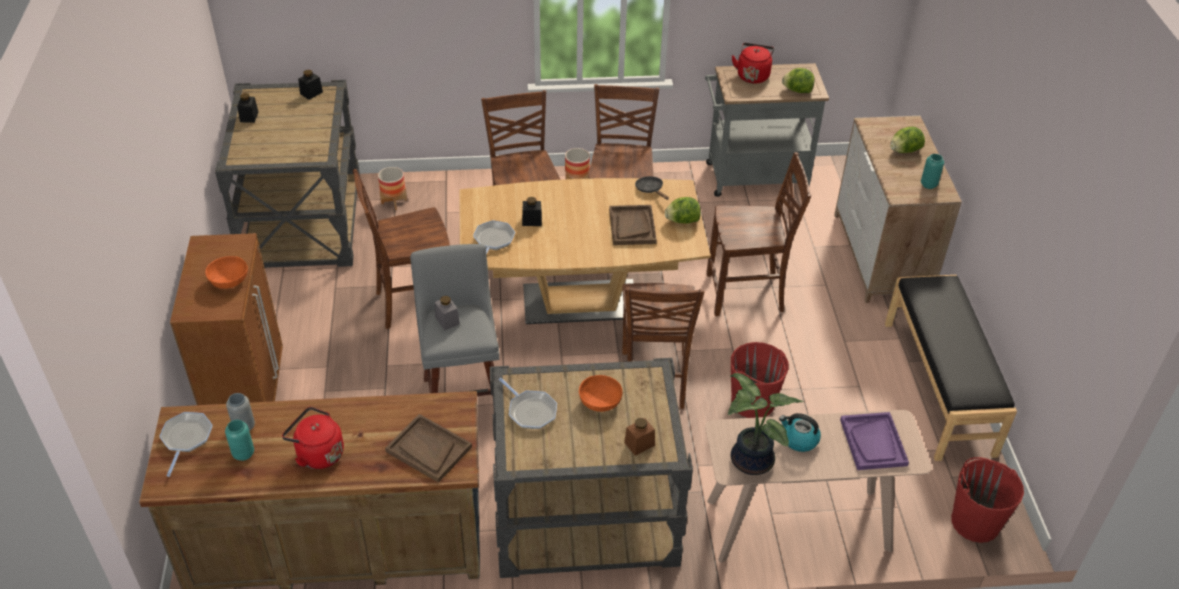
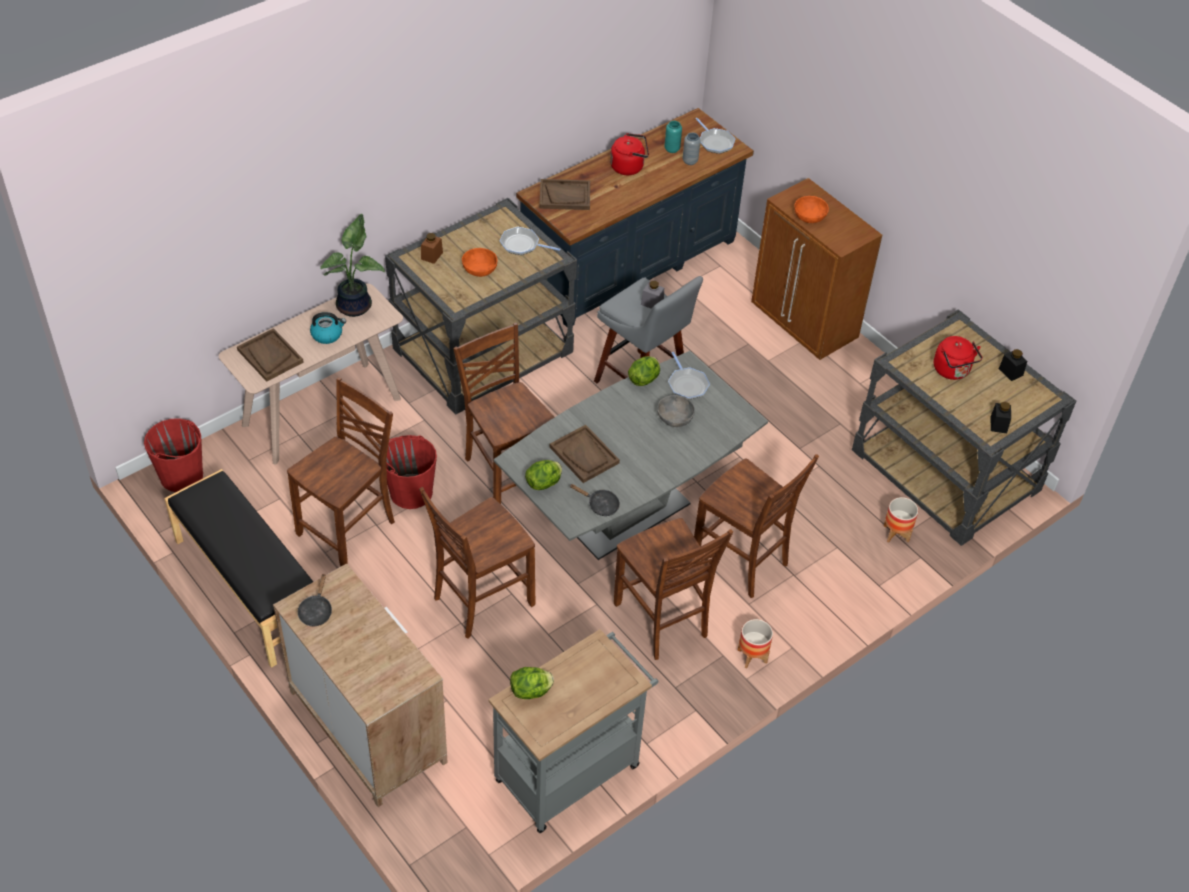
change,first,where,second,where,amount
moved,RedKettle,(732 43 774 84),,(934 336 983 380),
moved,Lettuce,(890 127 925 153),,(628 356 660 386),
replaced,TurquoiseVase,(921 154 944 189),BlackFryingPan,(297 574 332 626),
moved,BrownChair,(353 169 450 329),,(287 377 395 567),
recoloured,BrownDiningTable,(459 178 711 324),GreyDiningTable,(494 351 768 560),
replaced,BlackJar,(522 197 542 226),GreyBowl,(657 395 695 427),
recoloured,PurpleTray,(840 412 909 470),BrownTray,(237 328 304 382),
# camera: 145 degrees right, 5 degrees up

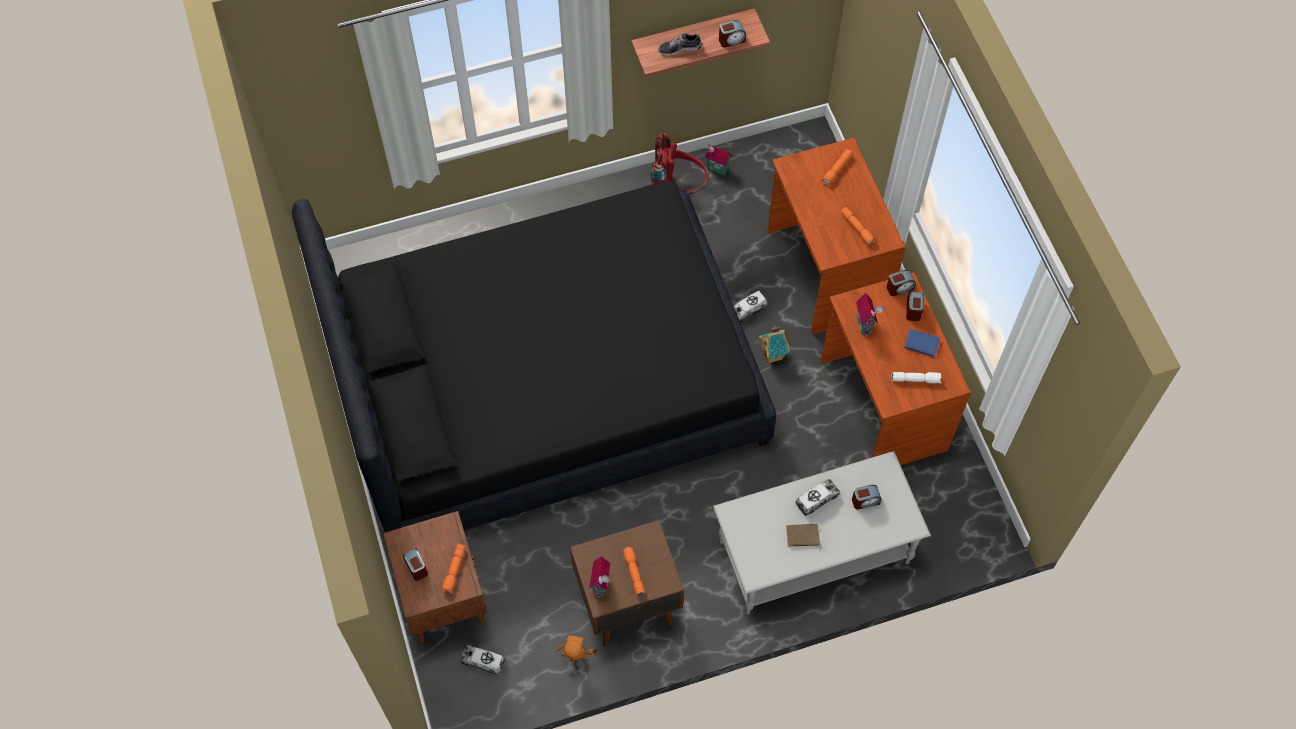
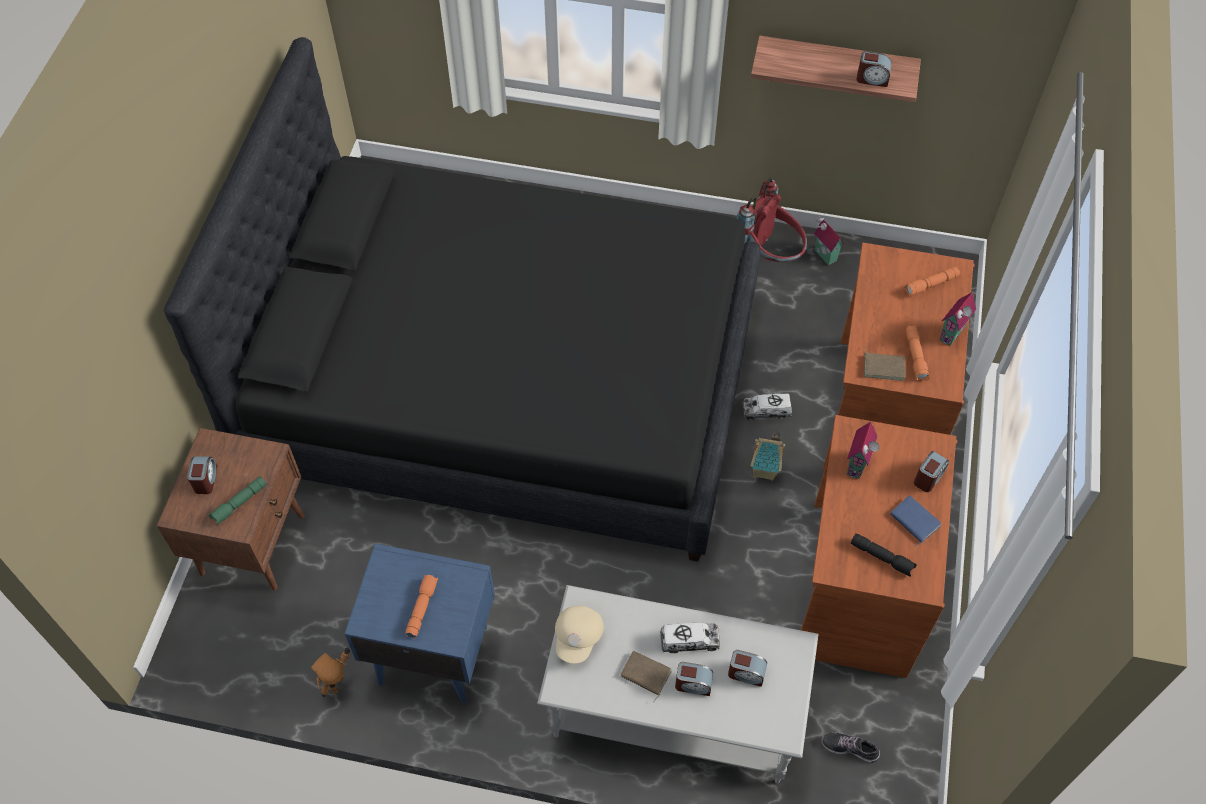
change,first,where,second,where,amount
moved,Shoe,(658 33 701 56),,(821 733 880 763),
moved,AlarmClock,(886 270 916 296),,(675 662 713 696),
recoloured,WhiteFlashlight,(892 372 942 383),BlackFlashlight,(851 533 917 577),
recoloured,BrownNightstand,(570 520 684 647),BlueNightstand,(345 543 495 703),
recoloured,OrangeFlashlight,(441 544 466 594),GreenFlashlight,(209 476 267 525),
moved,ToyHouse,(589 556 610 598),,(940 292 976 346),
turned,ToyRobot,(556 635 598 662),,(311 646 350 697),90 degrees counterclockwise
removed,ToyTruck,(460 645 506 674),,,
added,,,BrownBook,(864 347 906 381),
added,,,BeigeCap,(555 606 604 663),
# camera: 30 degrees right, 5 degrees down

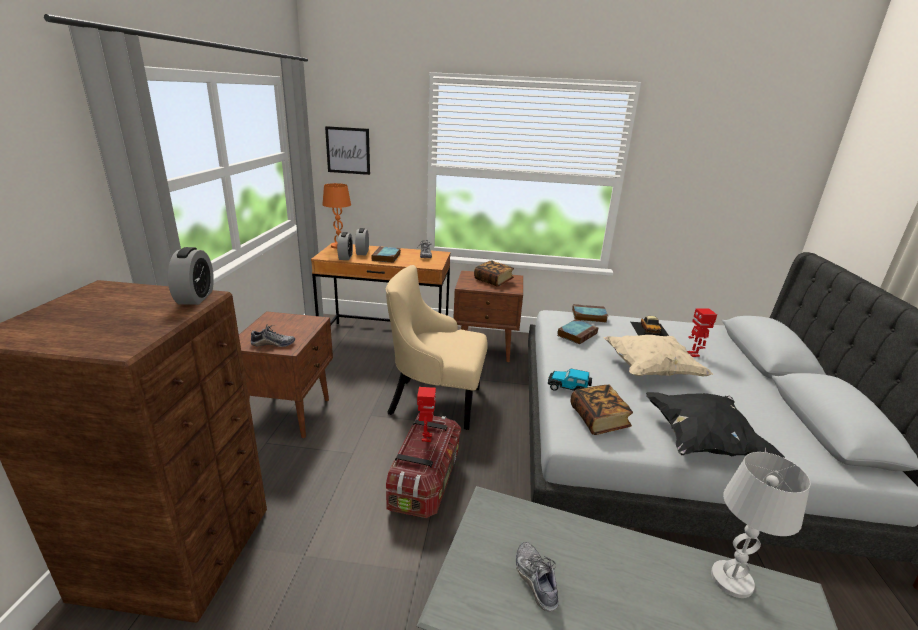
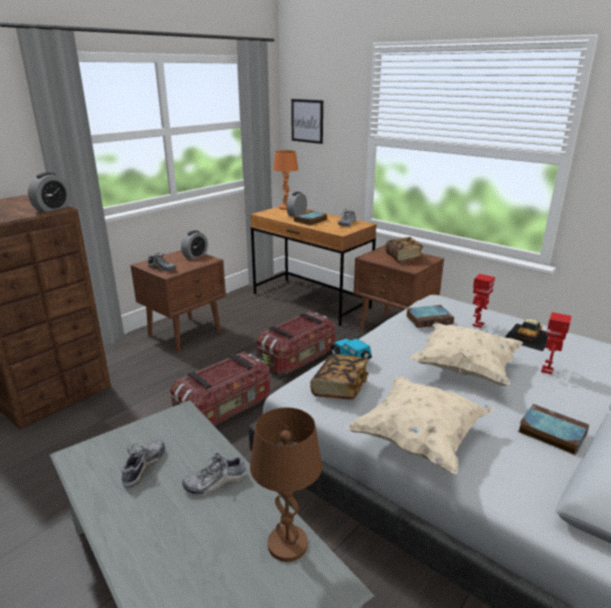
change,first,where,second,where,amount
moved,AlarmClock,(337 232 353 260),,(181 230 208 259),
replaced,BeigeChair,(386 265 487 430),StorageBox,(257 311 335 375),
moved,Book,(572 304 608 323),,(518 404 589 455),
moved,ToyRobot,(417 387 436 442),,(472 274 495 328),
recoloured,BlackPillow,(646 392 784 458),BeigePillow,(346 376 494 474),
recoloured,WhiteTableLamp,(711 452 811 598),BrownTableLamp,(250 407 322 562),
added,,,Shoe,(182 453 247 496),
# camera: 35 degrees right, 0 degrees up

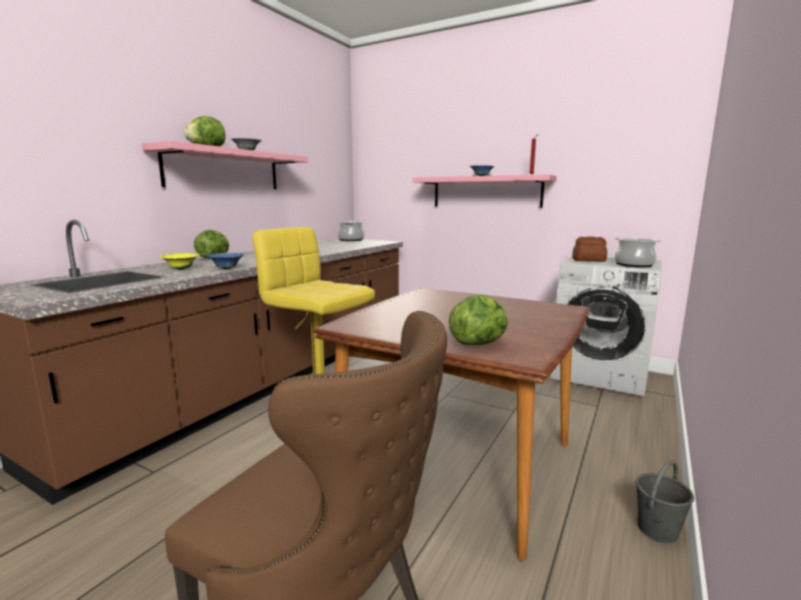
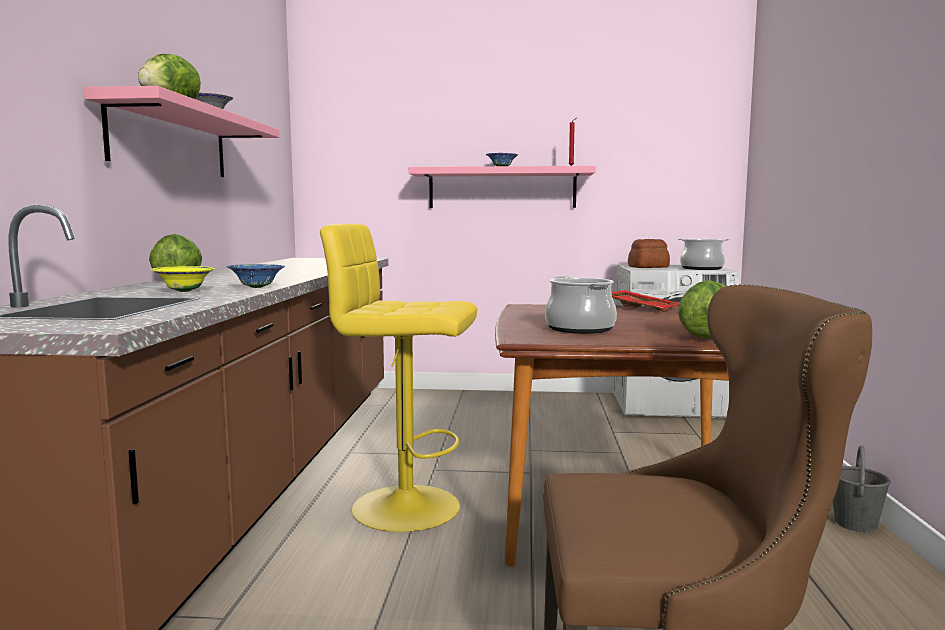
change,first,where,second,where,amount
moved,CookingPot,(338 221 364 241),,(545 276 617 334),
added,,,RedTray,(611 290 680 312),
# camera: 25 degrees left, 5 degrees down

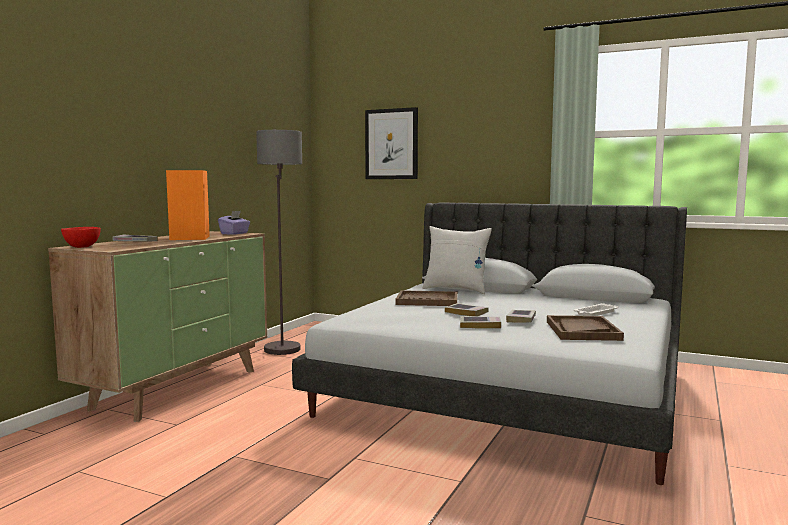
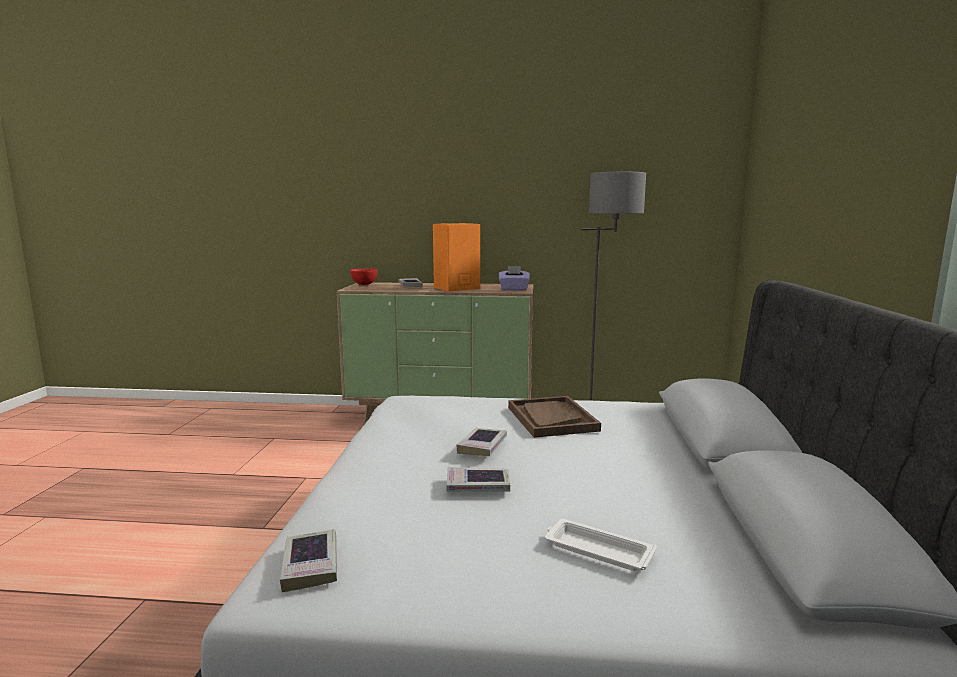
change,first,where,second,where,amount
removed,Picture,(365 107 418 179),,,
removed,GreyPillow,(422 226 492 294),,,
removed,BrownTray,(547 315 624 341),,,
moved,Book,(460 316 501 329),,(280 529 337 592),
# camera: 70 degrees right, 5 degrees up

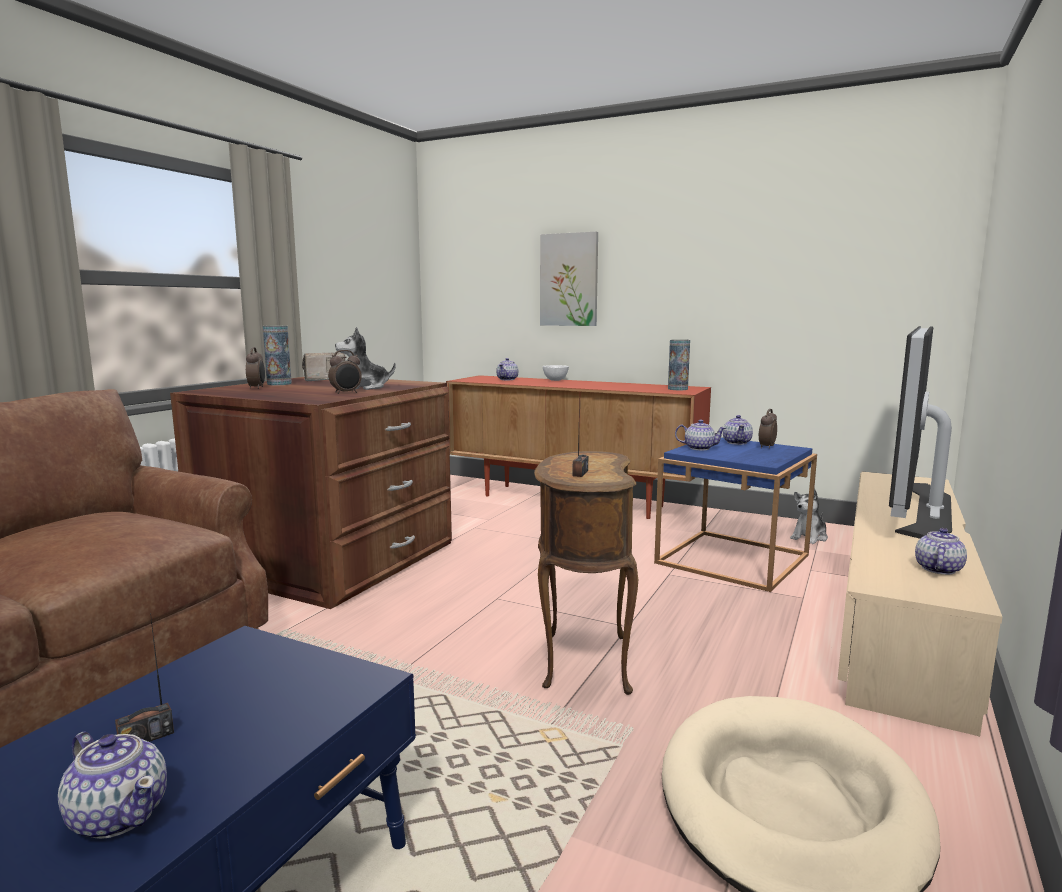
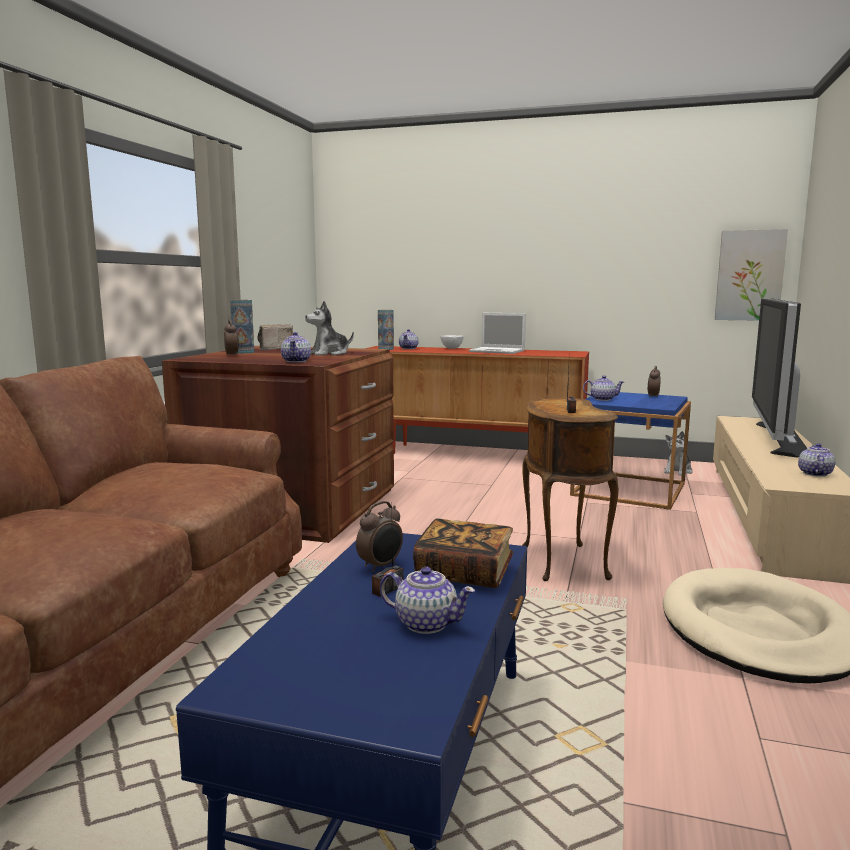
change,first,where,second,where,amount
moved,Picture,(540 232 598 326),,(715 229 788 321),
moved,Vase,(668 339 690 390),,(378 310 394 350),
moved,AlarmClock,(328 350 362 394),,(356 501 403 572),
moved,Teapot,(723 415 753 445),,(281 332 311 362),
added,,,Laptop,(469 313 526 354),
added,,,Book,(413 518 513 588),
# camera: 10 degrees left, 0 degrees up

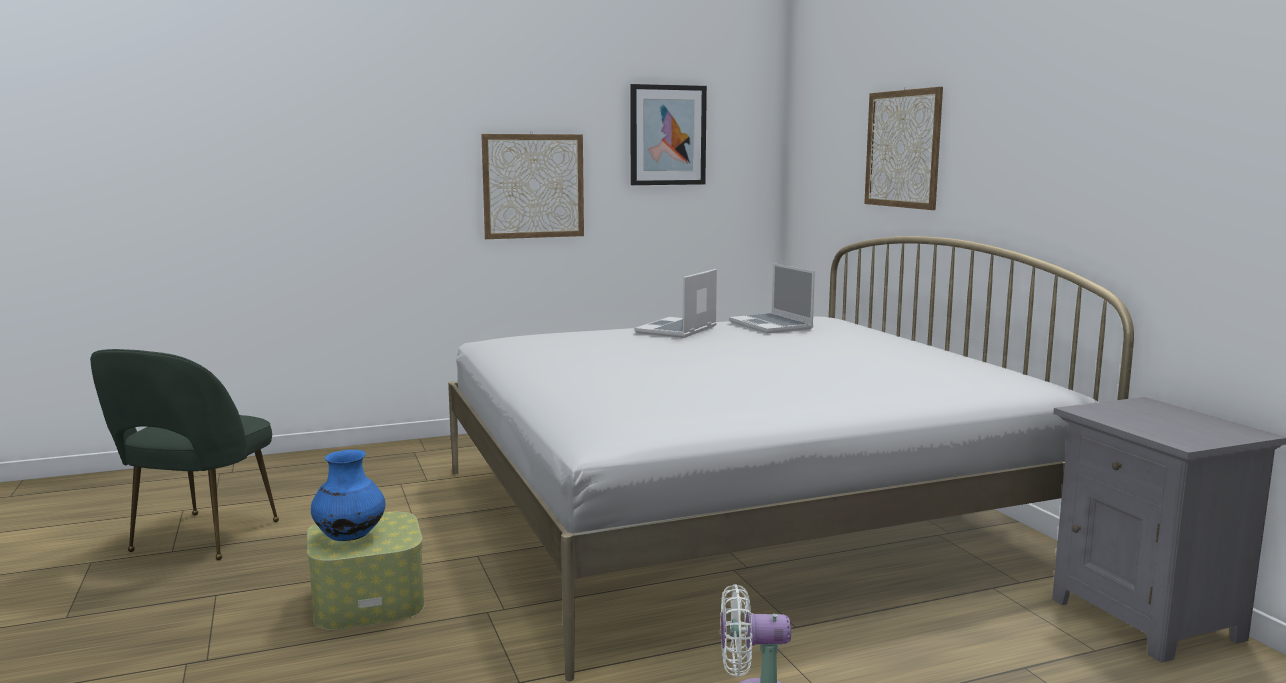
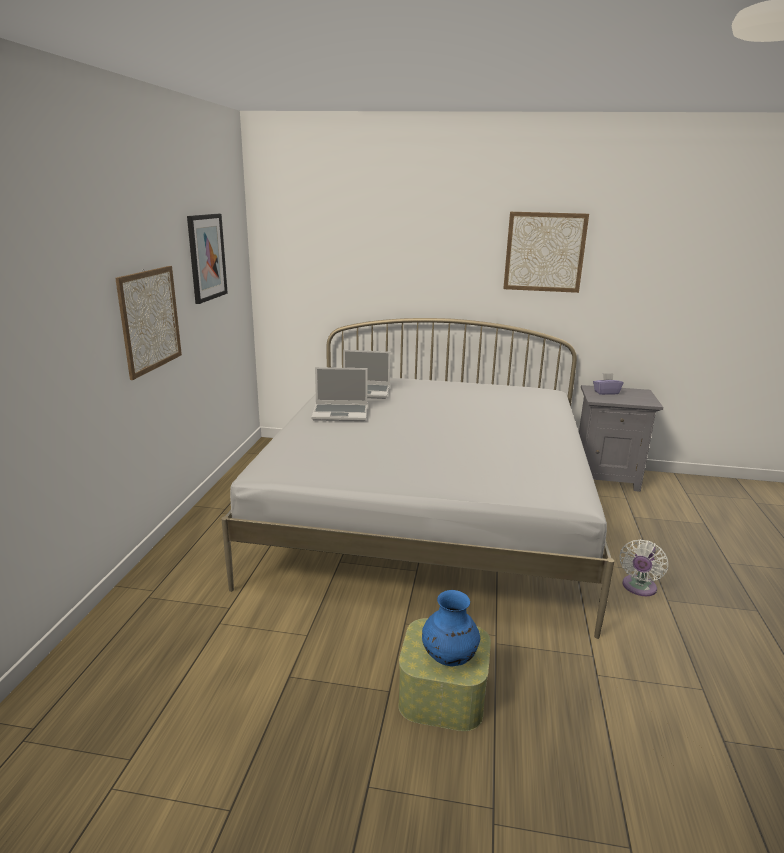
change,first,where,second,where,amount
moved,Picture,(864 87 943 210),,(503 210 589 293),
turned,Laptop,(635 269 717 338),,(312 367 368 421),60 degrees counterclockwise
removed,GreenChair,(90 349 279 560),,,
added,,,PurpleTissueBox,(593 373 623 395),
# camera: 60 degrees left, 10 degrees up

